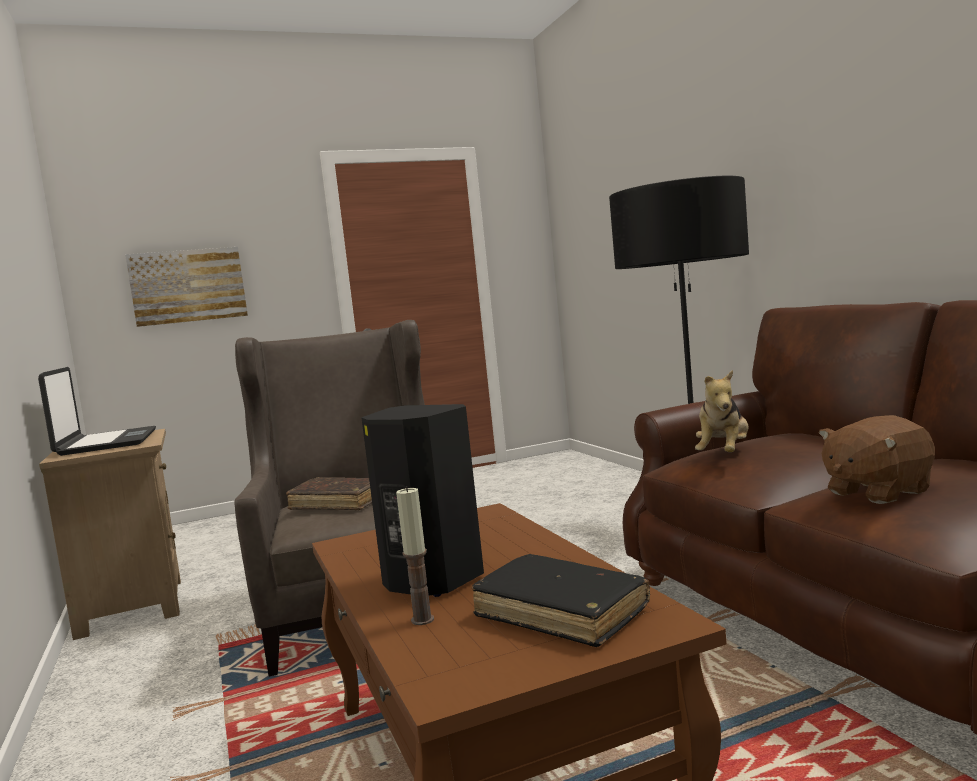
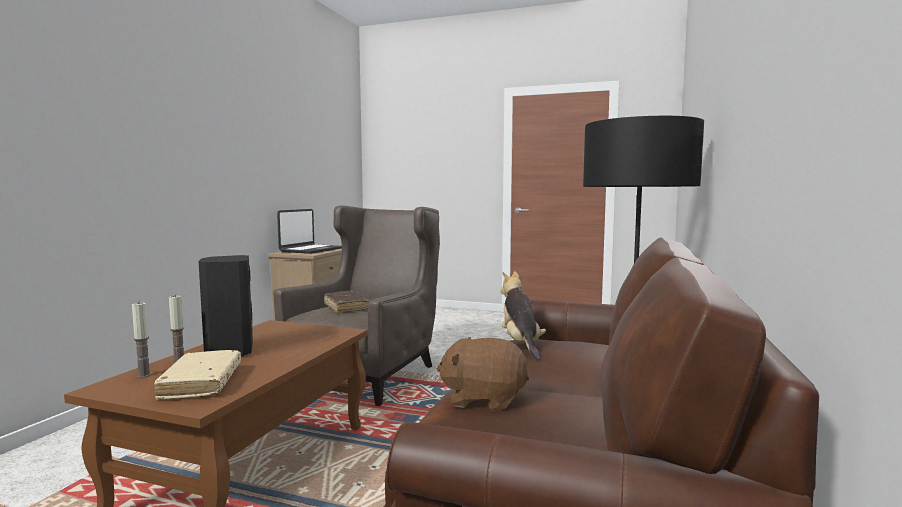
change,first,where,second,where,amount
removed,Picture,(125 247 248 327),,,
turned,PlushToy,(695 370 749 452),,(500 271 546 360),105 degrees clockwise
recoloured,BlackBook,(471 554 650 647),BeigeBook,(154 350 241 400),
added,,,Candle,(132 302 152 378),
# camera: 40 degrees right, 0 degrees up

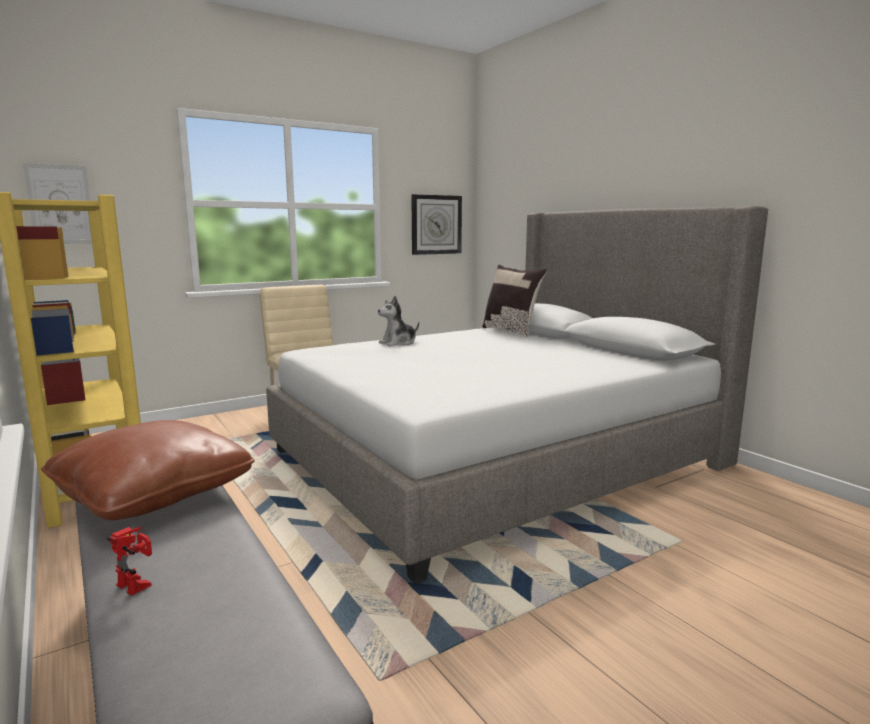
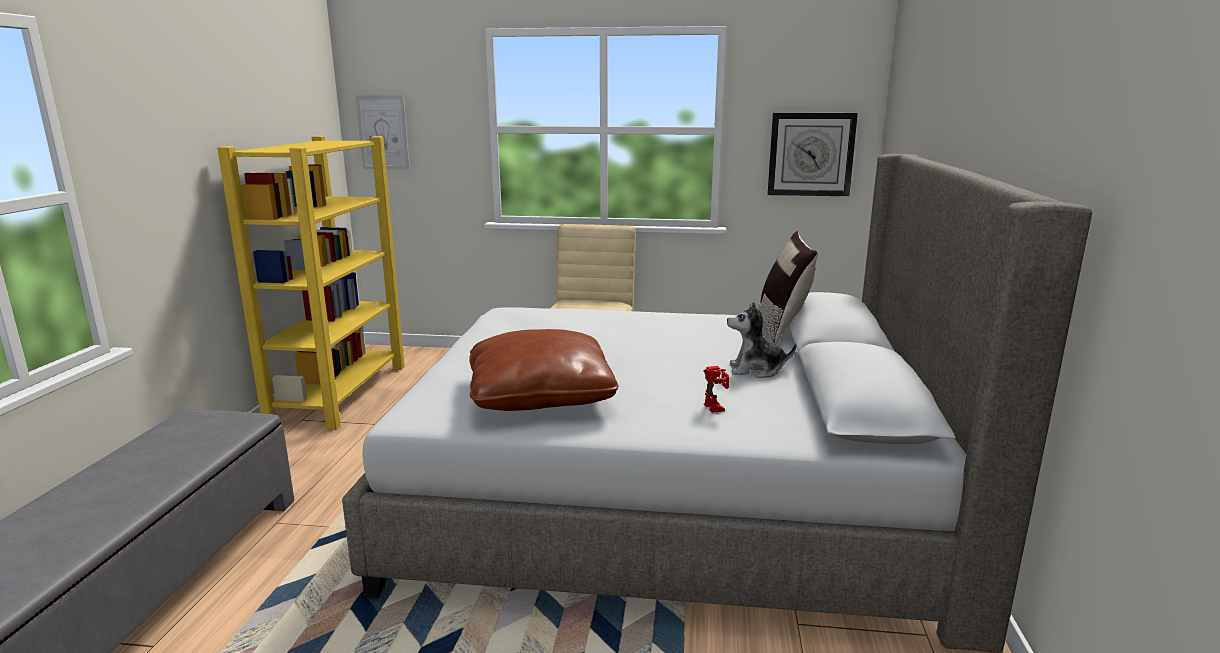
change,first,where,second,where,amount
moved,PlushToy,(378 296 419 346),,(727 302 796 378),
moved,BrownPillow,(41 420 255 520),,(469 329 618 411),
moved,ToyRobot,(107 527 152 596),,(703 366 729 413),
# camera: 40 degrees right, 5 degrees up

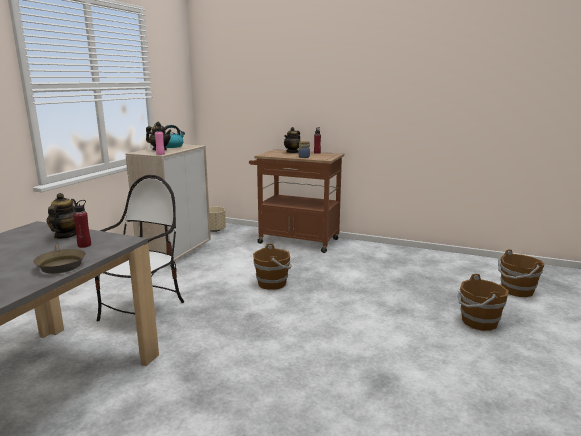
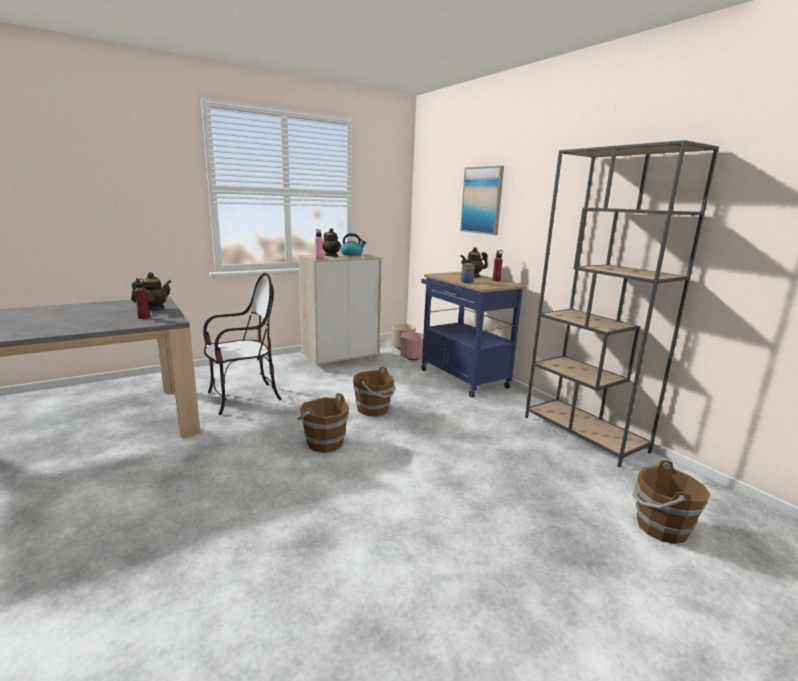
change,first,where,second,where,amount
recoloured,BrownCart,(249 149 344 253),BlueCart,(421 272 526 398),
removed,BrownFryingPan,(33 244 86 274),,,
moved,BrownBucket,(457 274 509 331),,(297 393 349 452),
added,,,Bookcase,(525 140 719 467),
added,,,Picture,(460 166 504 235),
added,,,PinkPlanter,(400 332 424 360),
# camera: 35 degrees right, 0 degrees up

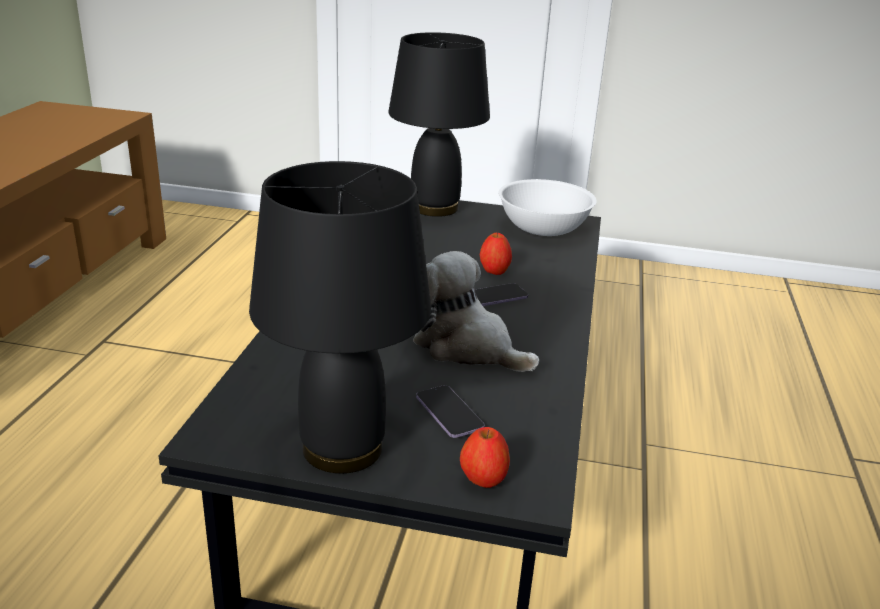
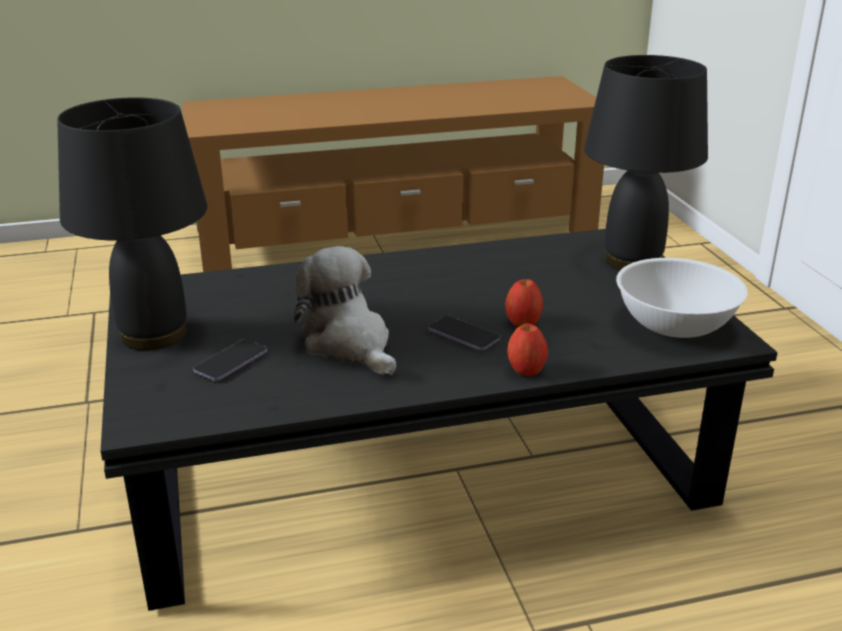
change,first,where,second,where,amount
turned,PlushToy,(413 251 539 372),,(294 246 396 375),45 degrees counterclockwise
moved,Apple,(460 427 510 488),,(507 323 548 376),
# camera: 65 degrees right, 0 degrees up

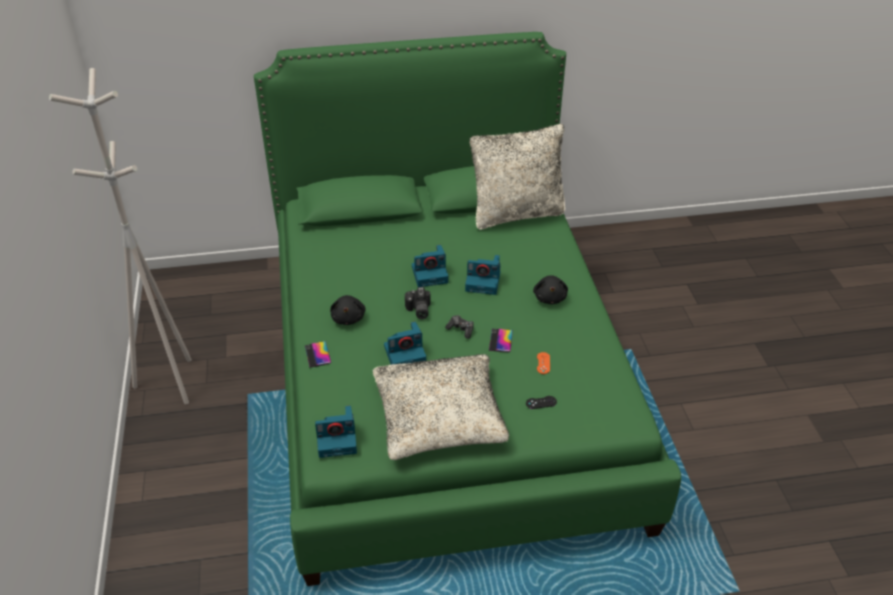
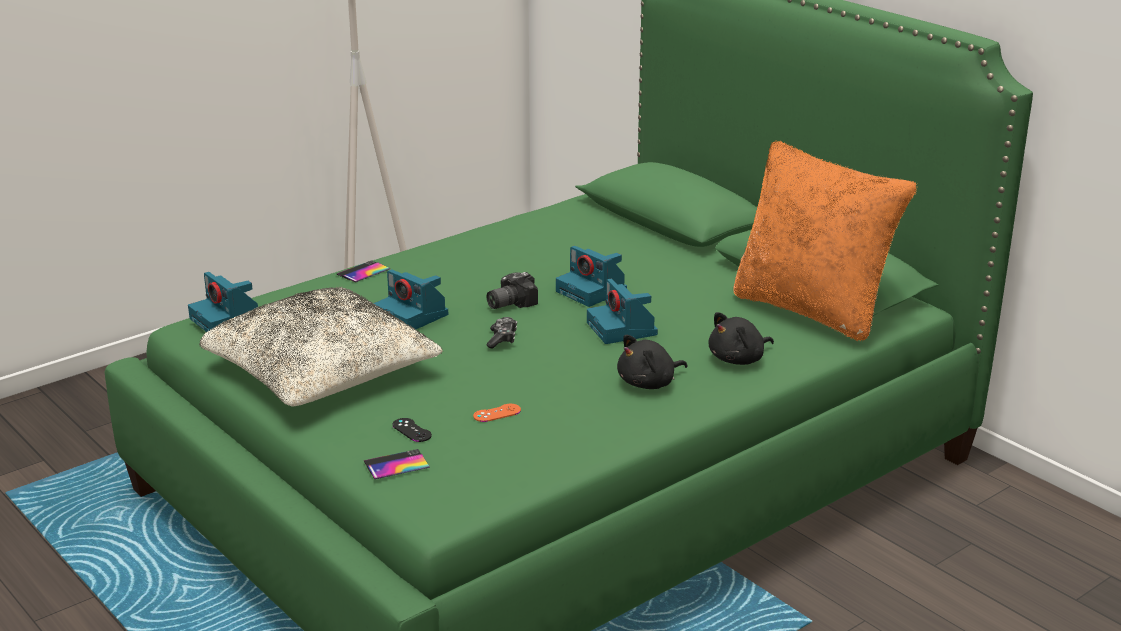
change,first,where,second,where,amount
recoloured,BeigePillow,(469 123 565 229),OrangePillow,(733 141 918 342),
moved,BlackPlushToy,(330 295 366 325),,(708 312 774 365),
moved,Phone,(489 329 513 352),,(364 449 430 479),
# camera: 60 degrees right, 15 degrees down

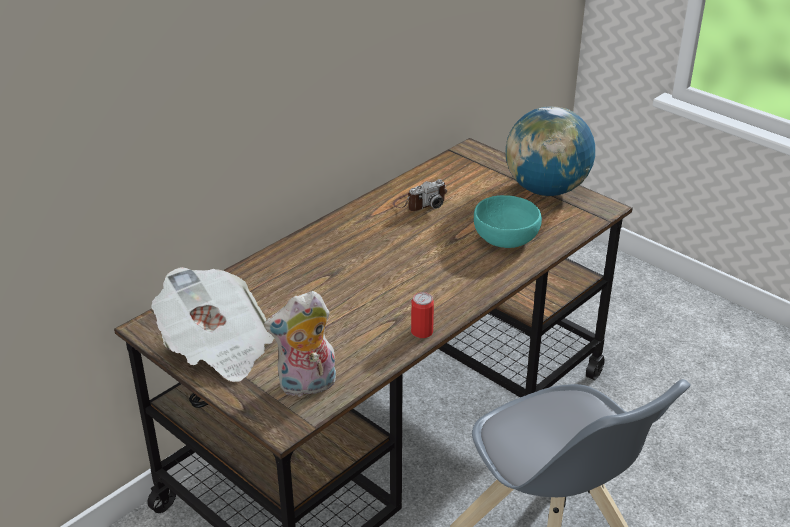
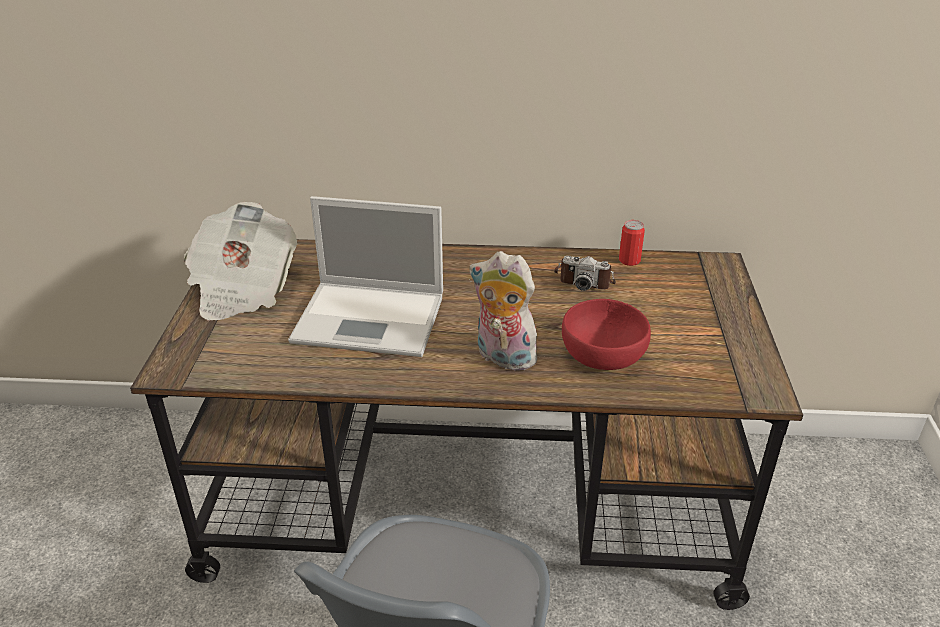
change,first,where,second,where,amount
removed,Globe,(505 106 595 196),,,
recoloured,TurquoiseBowl,(474 195 542 248),RedBowl,(562 299 651 370),
moved,PlushToy,(264 291 336 397),,(469 251 542 371),
moved,Can,(411 292 434 338),,(619 220 645 266),
added,,,Laptop,(288 196 443 357),
# camera: 50 degrees right, 0 degrees up

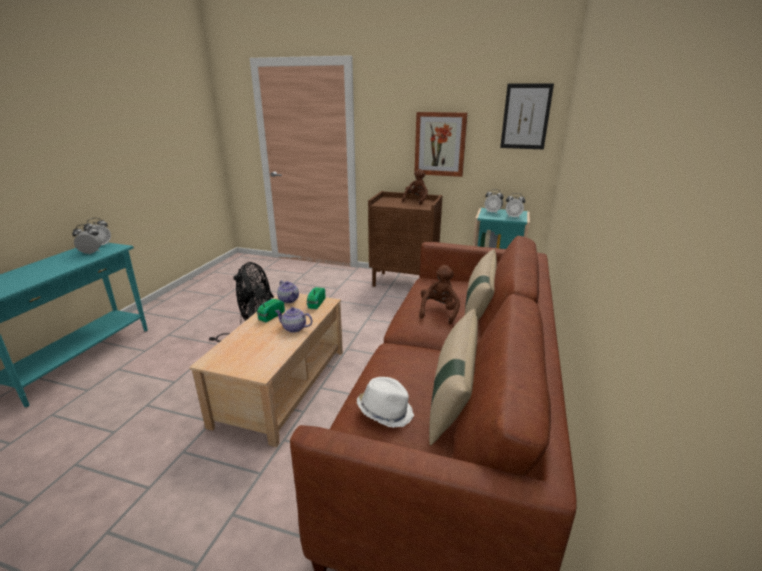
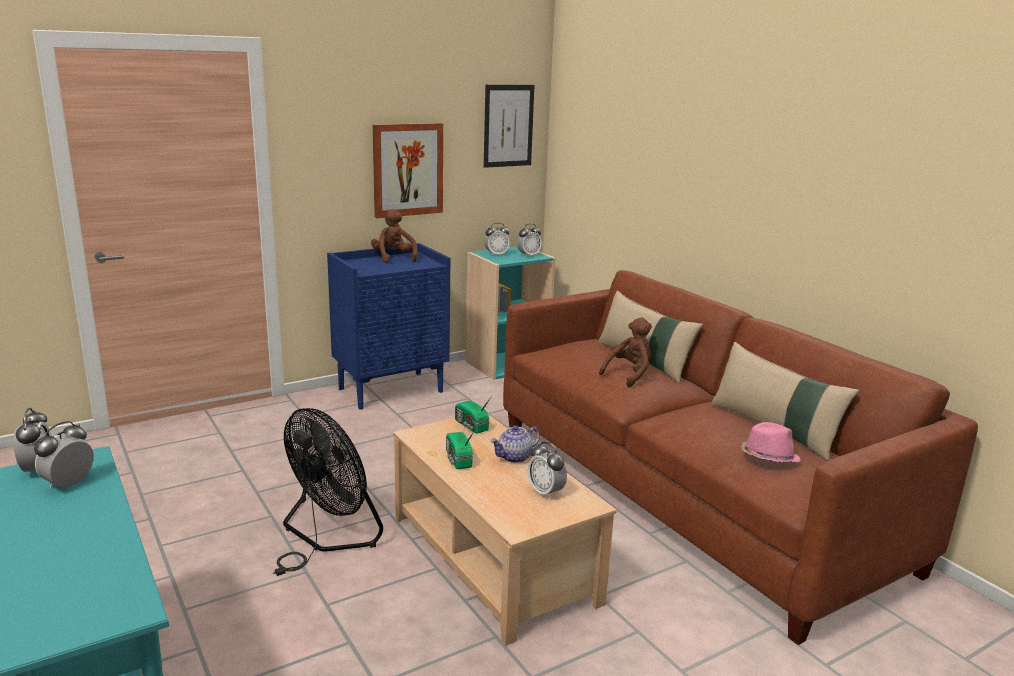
change,first,where,second,where,amount
recoloured,BrownCabinet,(368 191 443 287),BlueCabinet,(327 243 450 410),
turned,BrownPlushToy,(419 265 460 325),,(599 317 652 387),75 degrees clockwise
removed,Teapot,(277 280 299 303),,,
recoloured,WhiteHat,(357 377 414 428),PinkHat,(741 422 801 462),
added,,,AlarmClock,(528 442 567 500),
# camera: 50 degrees left, 5 degrees down

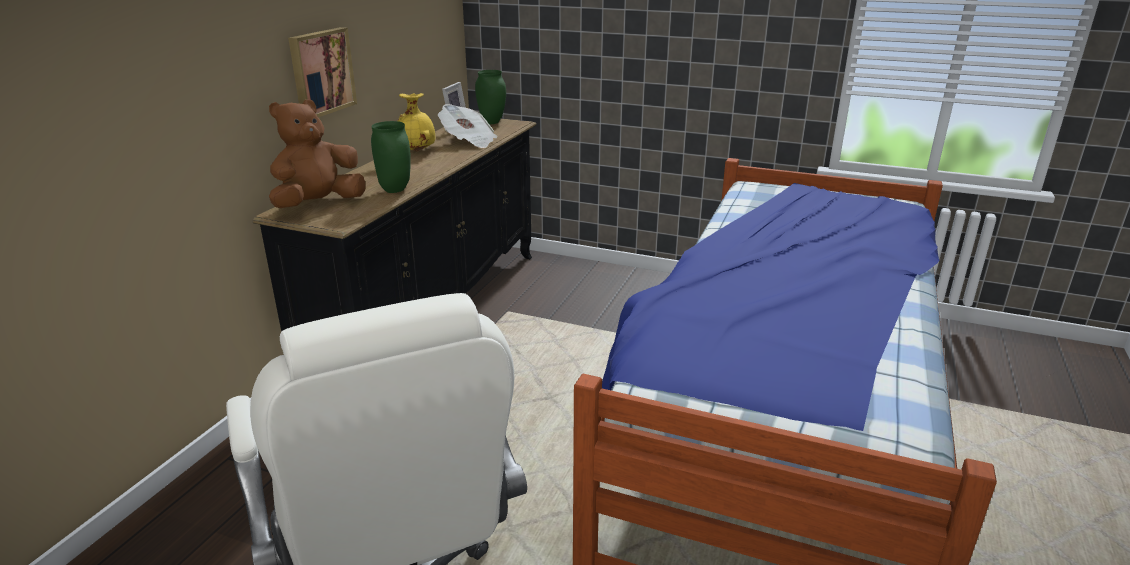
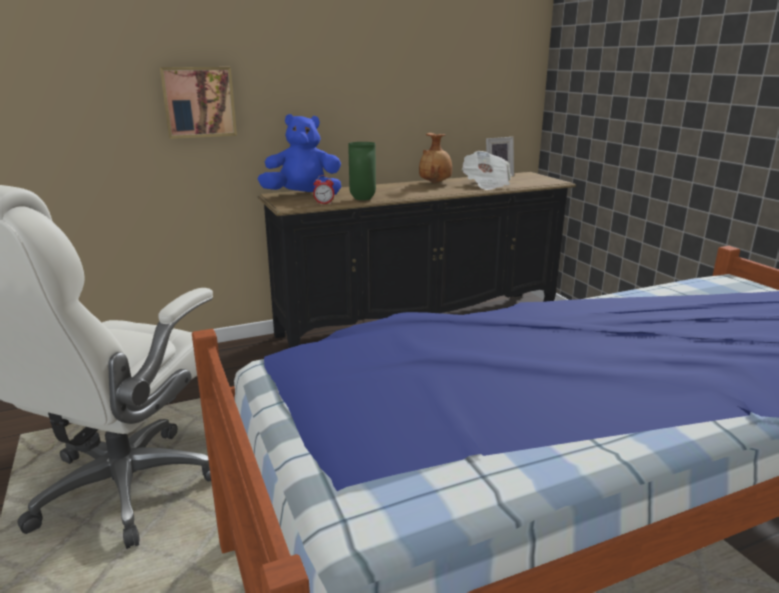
change,first,where,second,where,amount
moved,Picture,(288 27 357 118),,(160 67 237 139),
removed,GreenVase,(475 70 506 124),,,
recoloured,YellowVase,(398 93 435 151),BrownVase,(419 133 452 183),
recoloured,BrownPlushToy,(269 99 365 208),BluePlushToy,(258 114 342 195),
added,,,AlarmClock,(313 175 334 204),
# camera: 45 degrees right, 5 degrees down

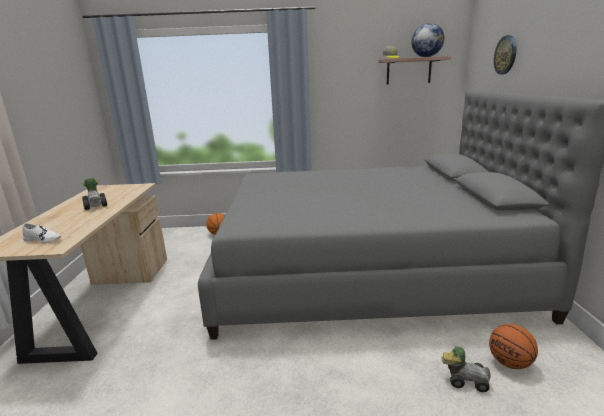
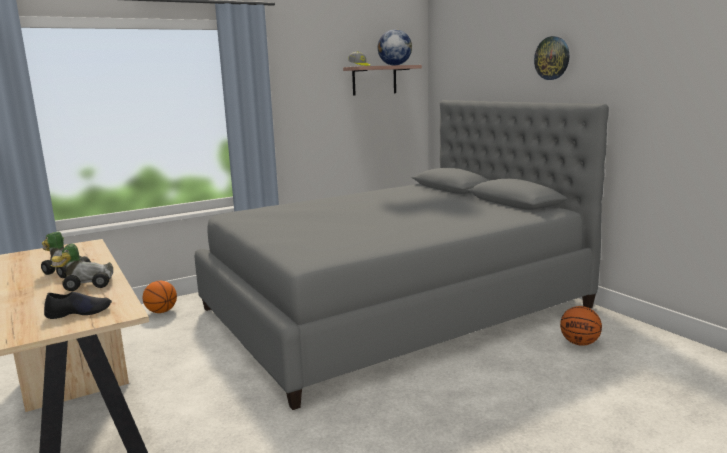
change,first,where,second,where,amount
moved,WallClock,(494 35 517 75),,(534 36 569 80),
recoloured,WhiteShoe,(22 223 61 244),BlackShoe,(44 292 112 319),
moved,ToyCar,(441 346 491 392),,(51 243 113 291),
# camera: 30 degrees left, 5 degrees down

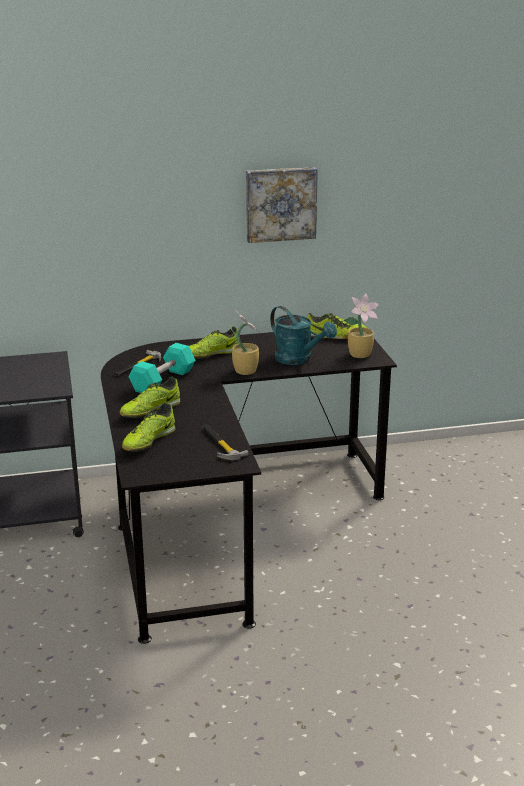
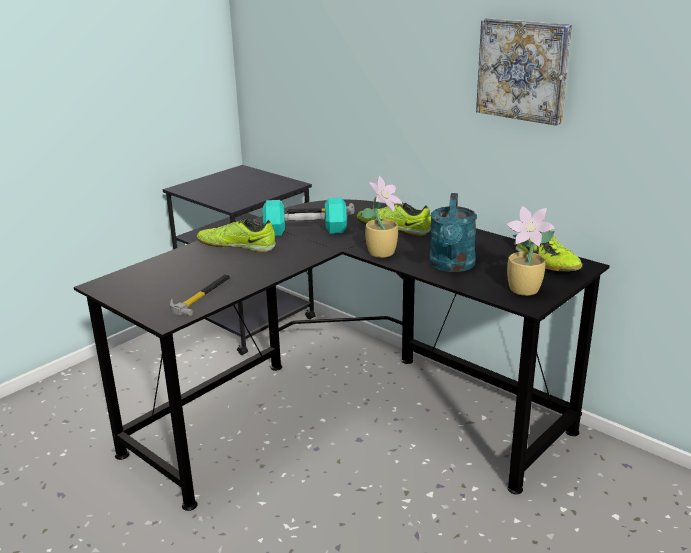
change,first,where,second,where,amount
removed,Shoe,(122 403 175 452),,,
# camera: 55 degrees right, 0 degrees up

